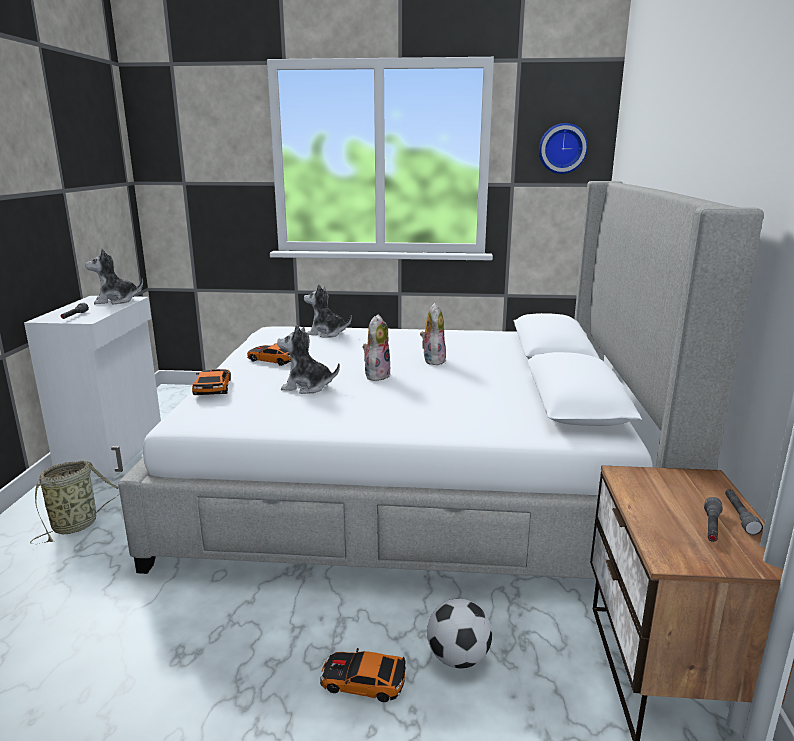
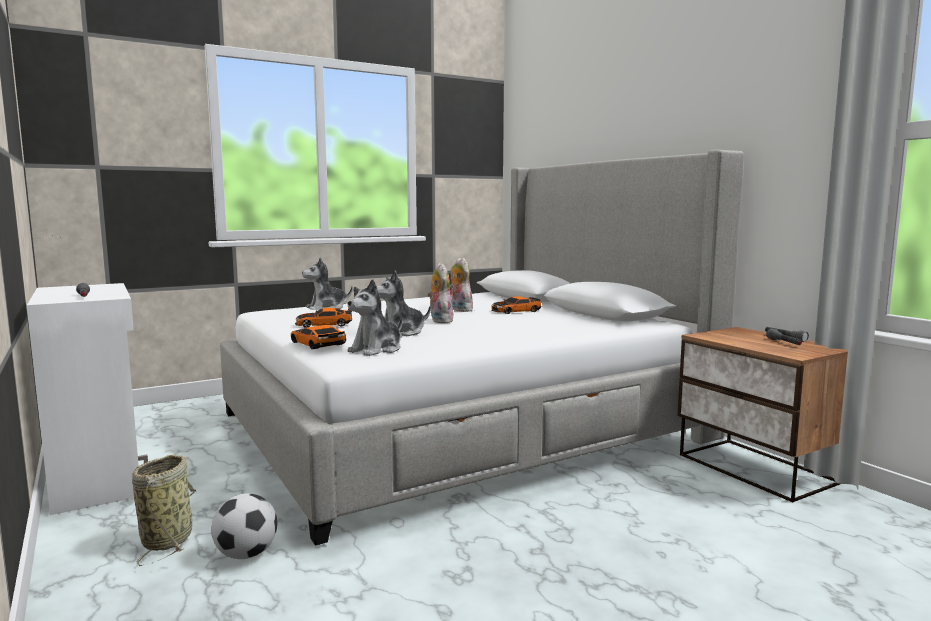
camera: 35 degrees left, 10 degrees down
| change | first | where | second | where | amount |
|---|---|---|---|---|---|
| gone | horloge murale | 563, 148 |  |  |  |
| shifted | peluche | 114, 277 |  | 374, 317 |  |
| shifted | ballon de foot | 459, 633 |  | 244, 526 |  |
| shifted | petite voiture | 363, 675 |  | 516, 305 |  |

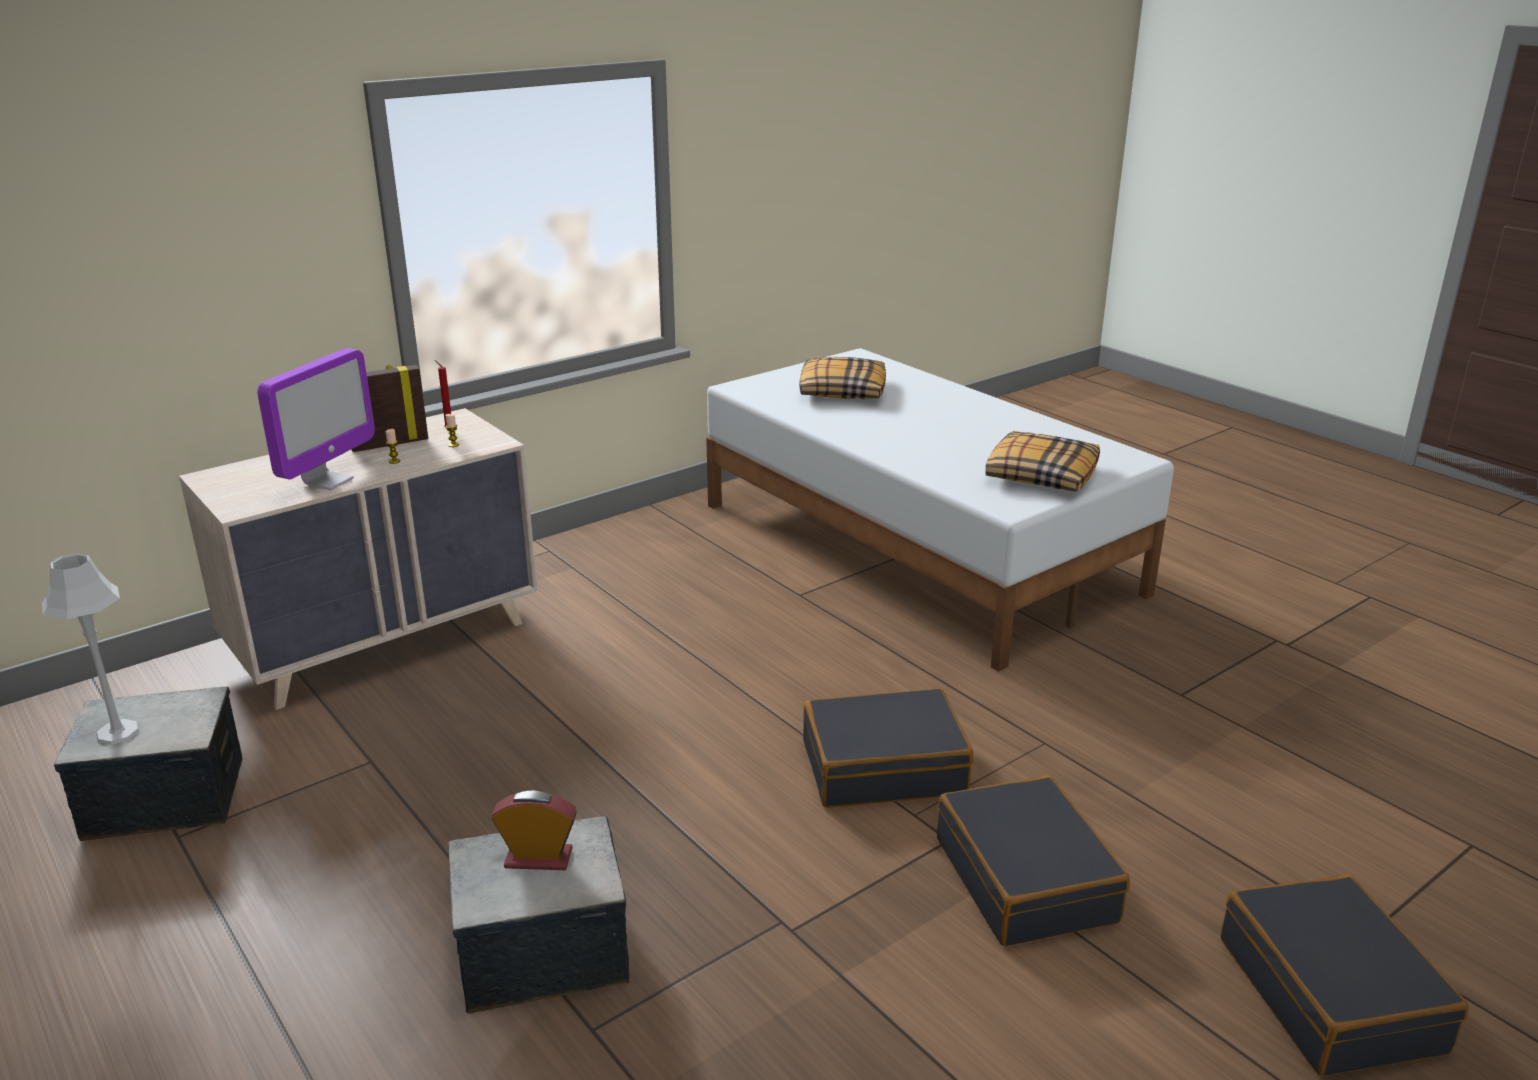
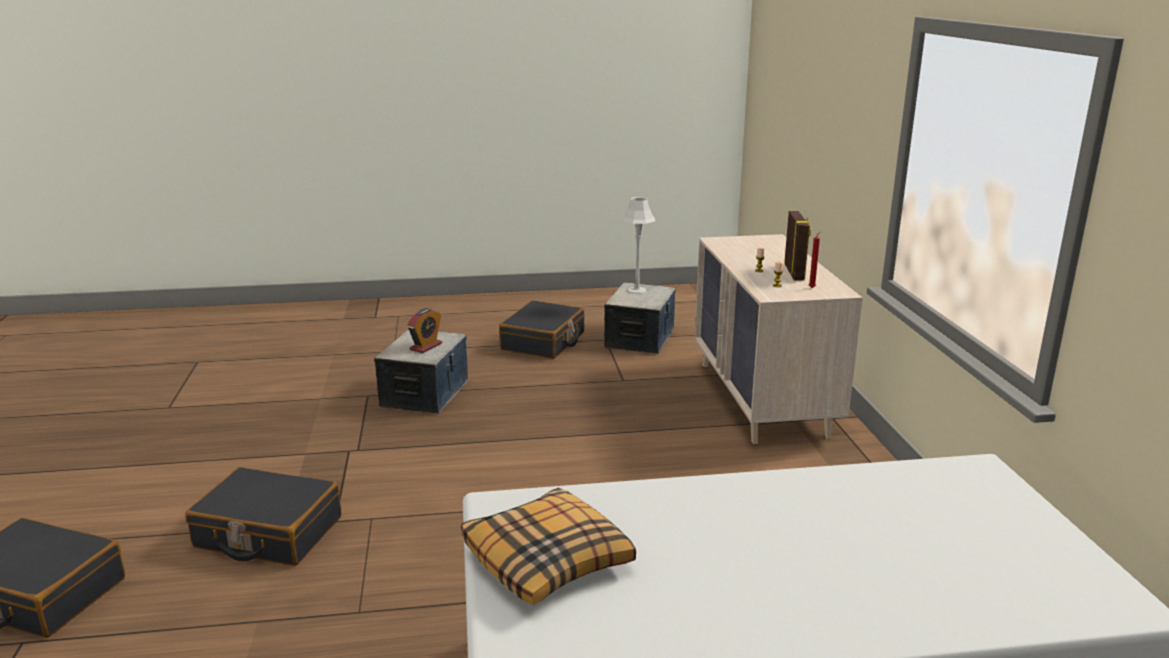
camera: 120 degrees right, 5 degrees down
| change | first | where | second | where | amount |
|---|---|---|---|---|---|
| gone | écran d'ordinateur | 316, 419 |  |  |  |
| gone | coussin | 842, 378 |  |  |  |
| shifted | valise/noir | 888, 748 |  | 541, 329 |  |

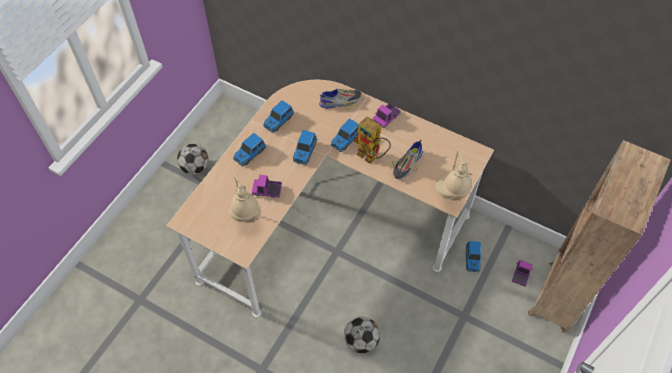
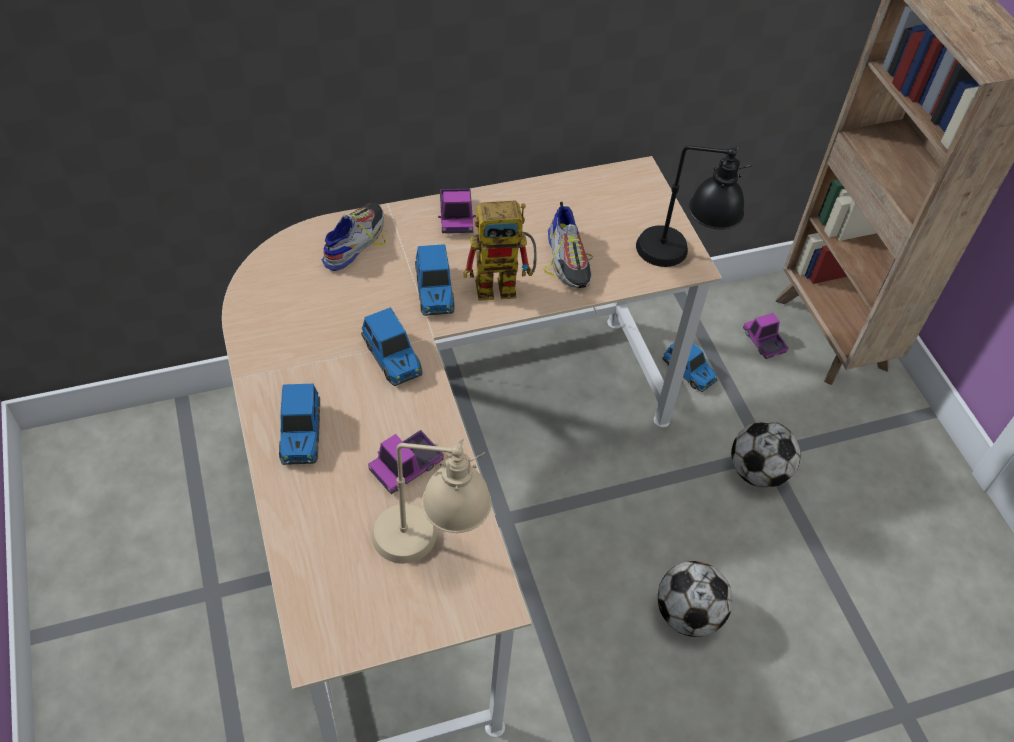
camera: 50 degrees left, 5 degrees down
| change | first | where | second | where | amount |
|---|---|---|---|---|---|
| gone | petite voiture | 278, 116 |  |  |  |
| shifted | ballon de foot | 193, 159 |  | 766, 454 |  |
| repainted | lampe de table/beige | 454, 174 | lampe de table/noir | 693, 206 |  |

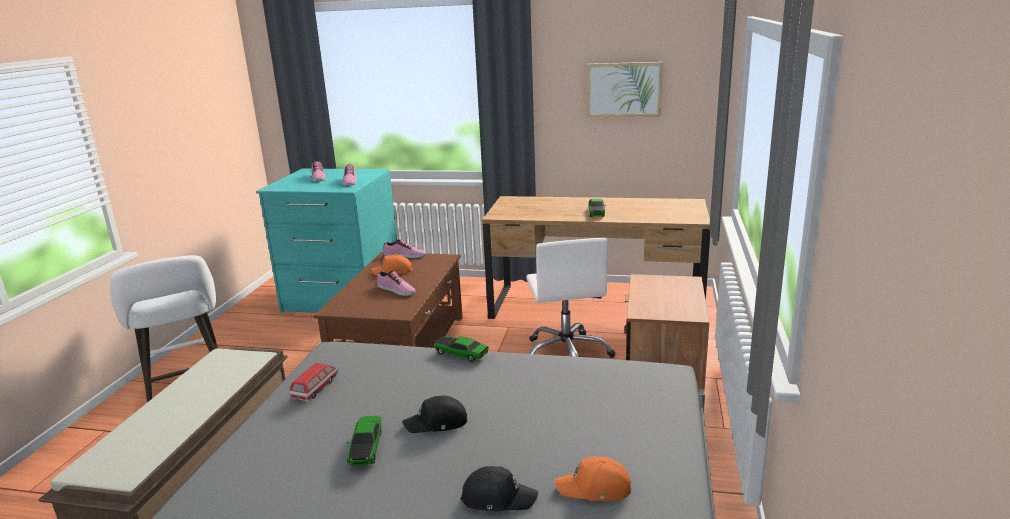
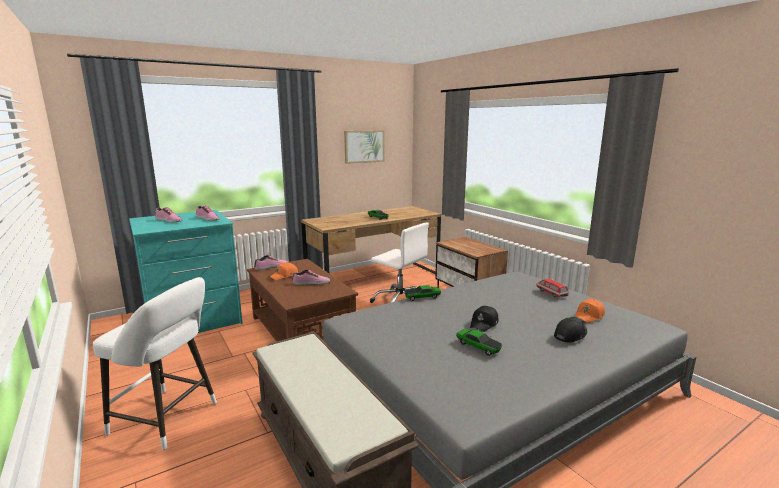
camera: 45 degrees left, 5 degrees down
| change | first | where | second | where | amount |
|---|---|---|---|---|---|
| shifted | petite voiture | 313, 382 |  | 552, 288 |  |

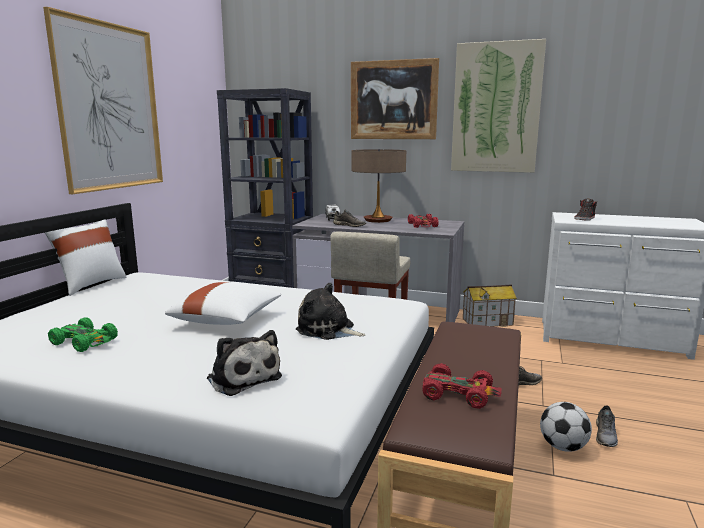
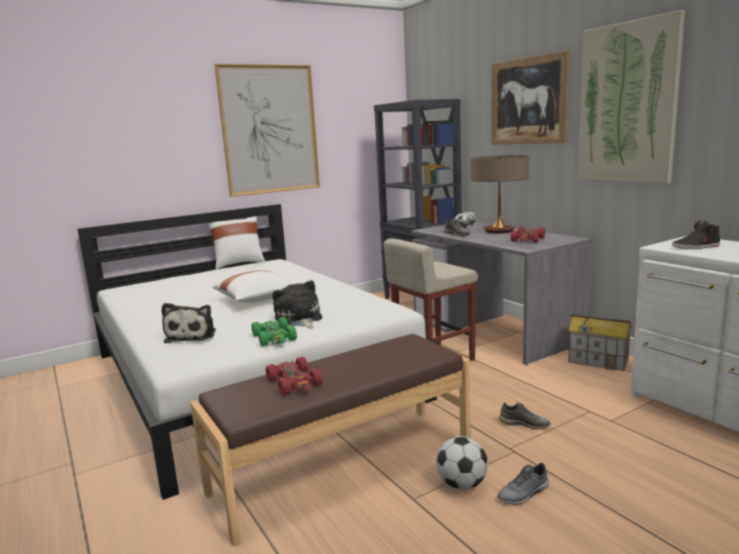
camera: 40 degrees right, 0 degrees up
| change | first | where | second | where | amount |
|---|---|---|---|---|---|
| shifted | petite voiture/vert | 83, 334 |  | 274, 332 |  |

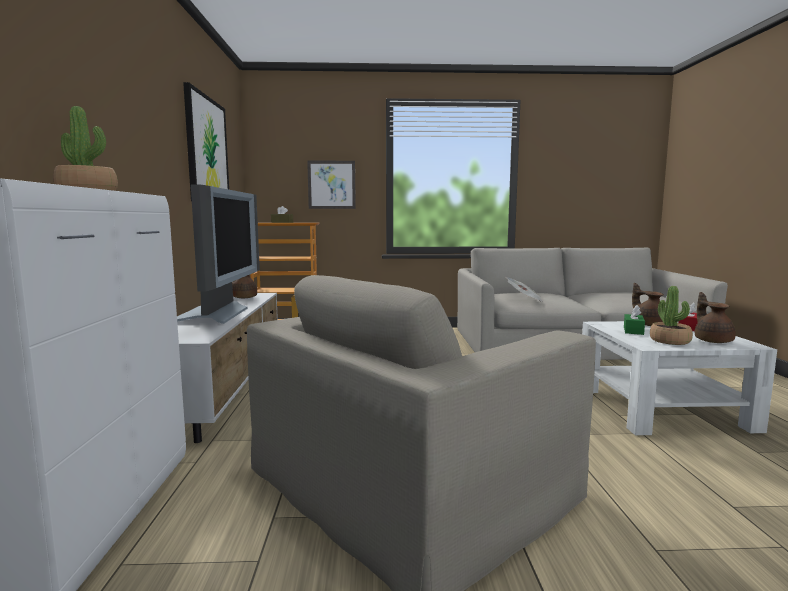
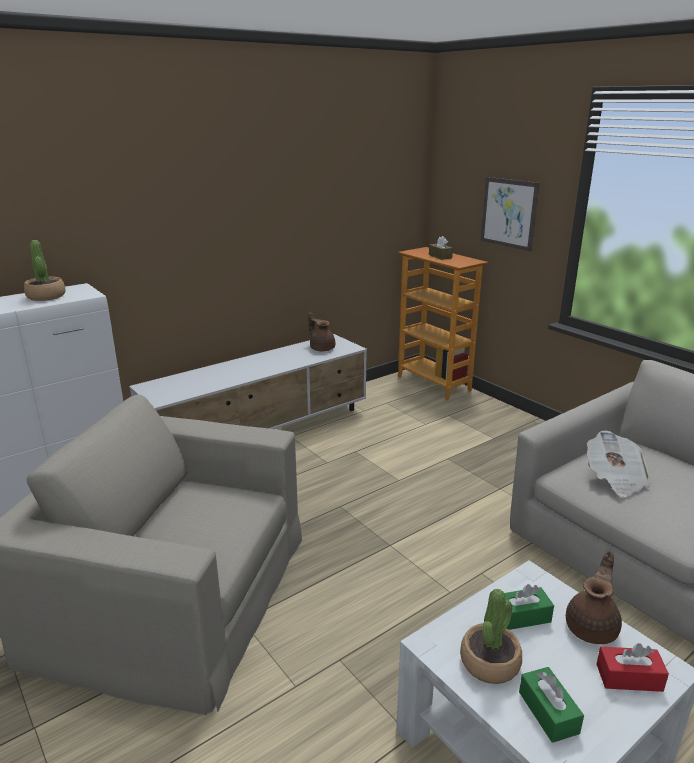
camera: 55 degrees right, 15 degrees up
| change | first | where | second | where | amount |
|---|---|---|---|---|---|
| gone | tableau | 206, 142 |  |  |  |
| gone | téléviseur | 218, 254 |  |  |  |
| swapped | théière/marron | 715, 317 | boîte à mouchoirs/vert | 551, 705 |  |

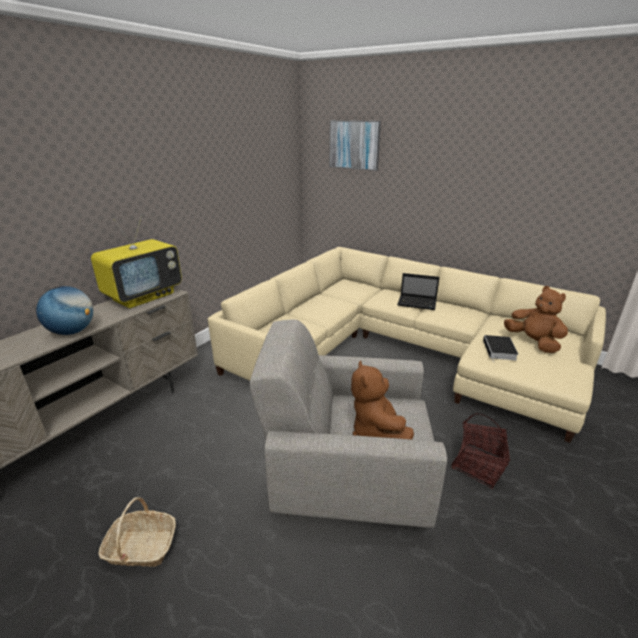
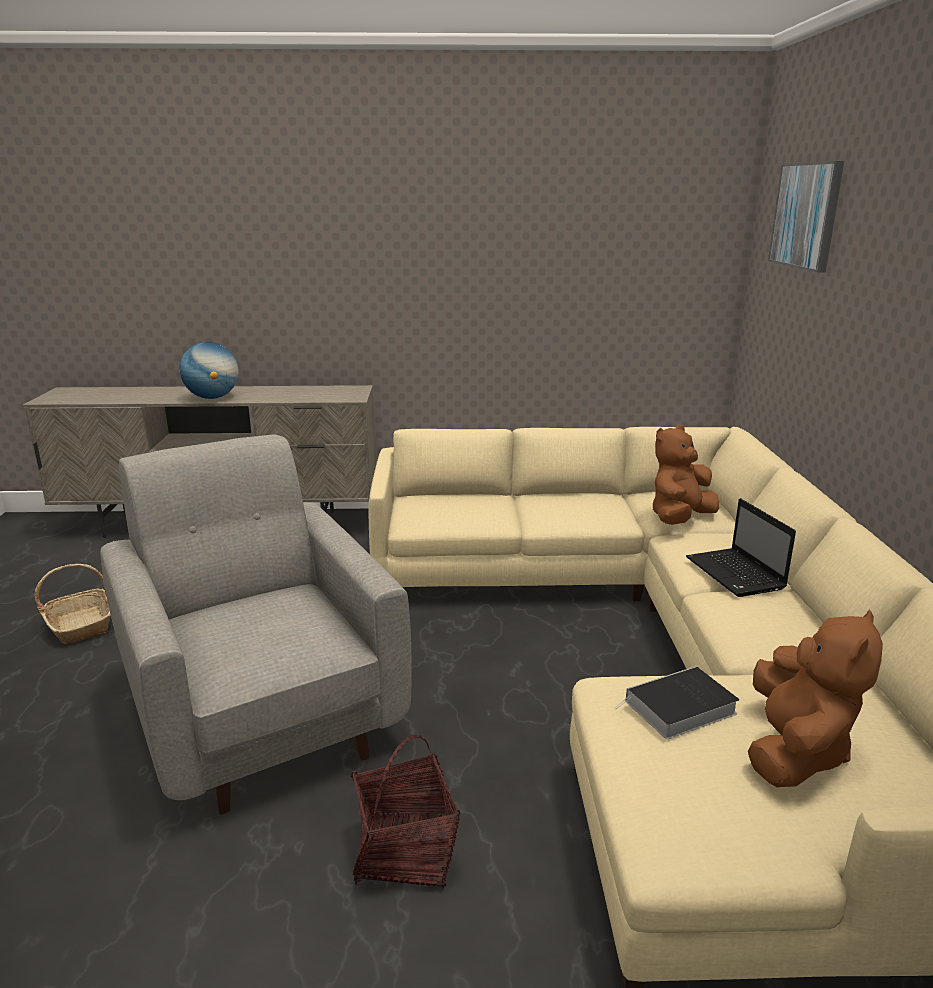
camera: 55 degrees right, 5 degrees down
| change | first | where | second | where | amount |
|---|---|---|---|---|---|
| gone | téléviseur | 136, 261 |  |  |  |
| shifted | peluche/marron | 382, 399 |  | 686, 474 |  |

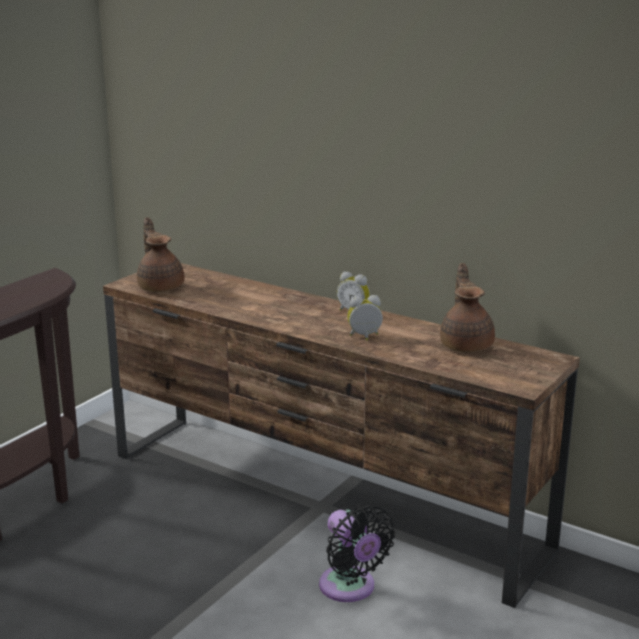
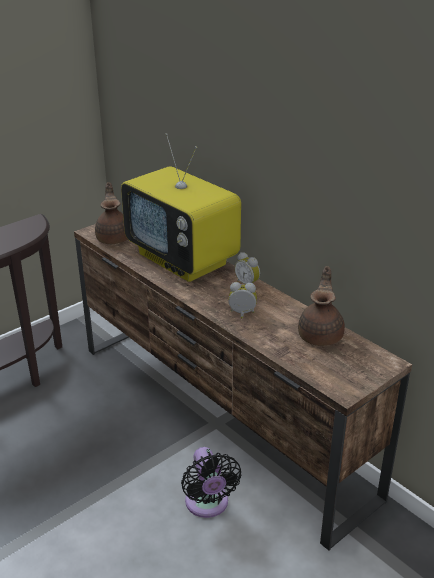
camera: 15 degrees right, 10 degrees up
| change | first | where | second | where | amount |
|---|---|---|---|---|---|
| new |  |  | téléviseur | 181, 207 |  |

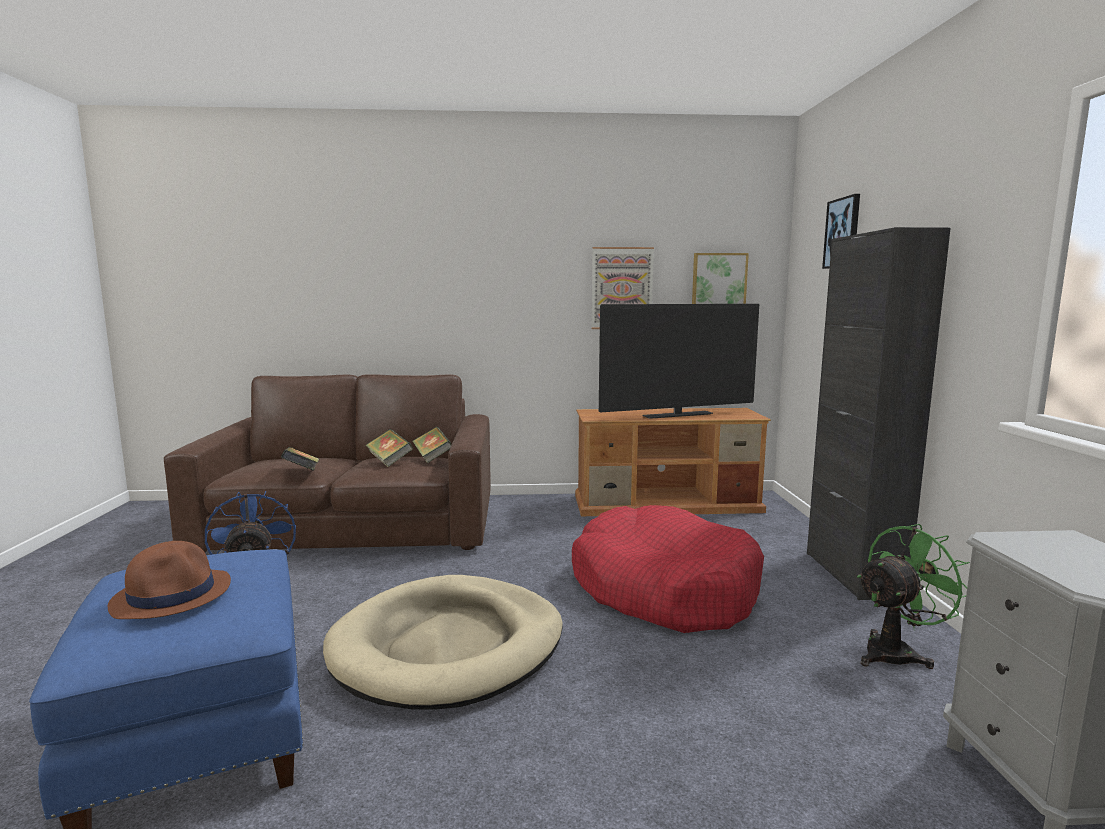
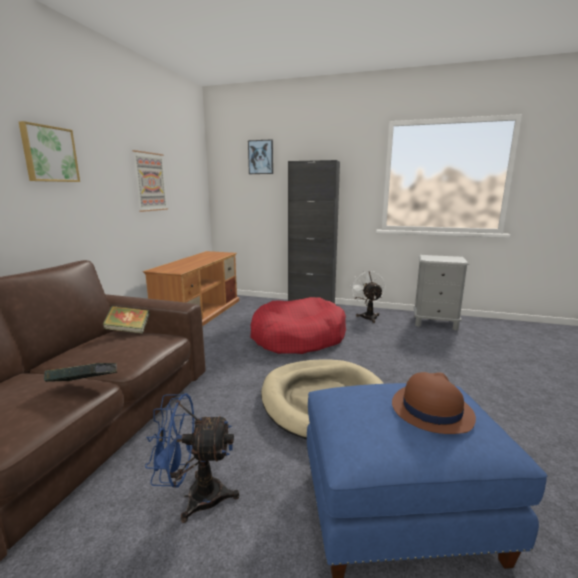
camera: 70 degrees left, 5 degrees up
| change | first | where | second | where | amount |
|---|---|---|---|---|---|
| shifted | tableau | 720, 278 |  | 49, 151 |  |
| gone | téléviseur | 679, 361 |  |  |  |
| gone | livre | 389, 448 |  |  |  |
| repainted | ventilateur/vert | 913, 596 | ventilateur/blanc | 368, 297 |  |

